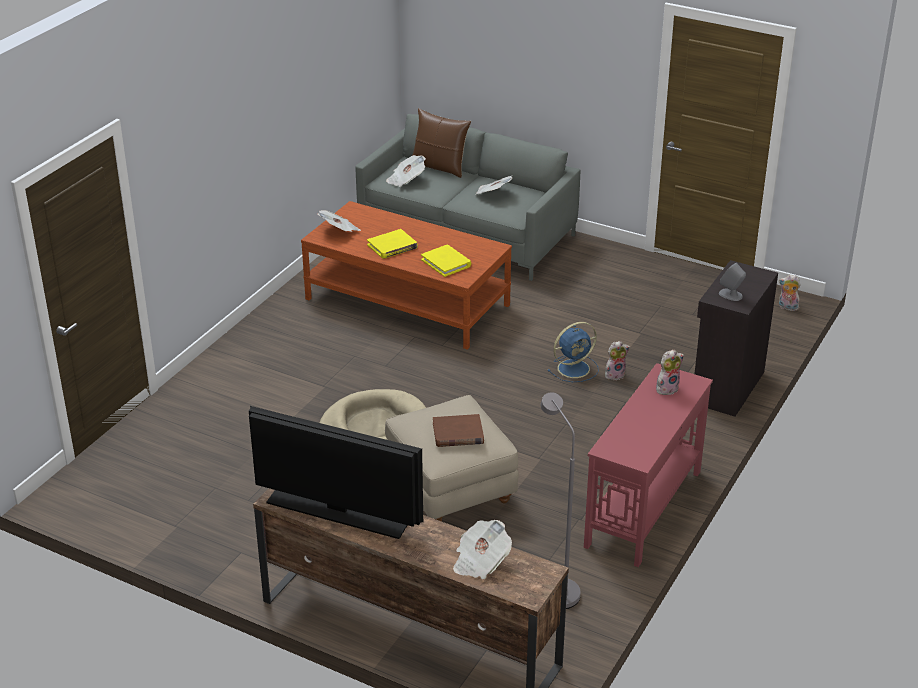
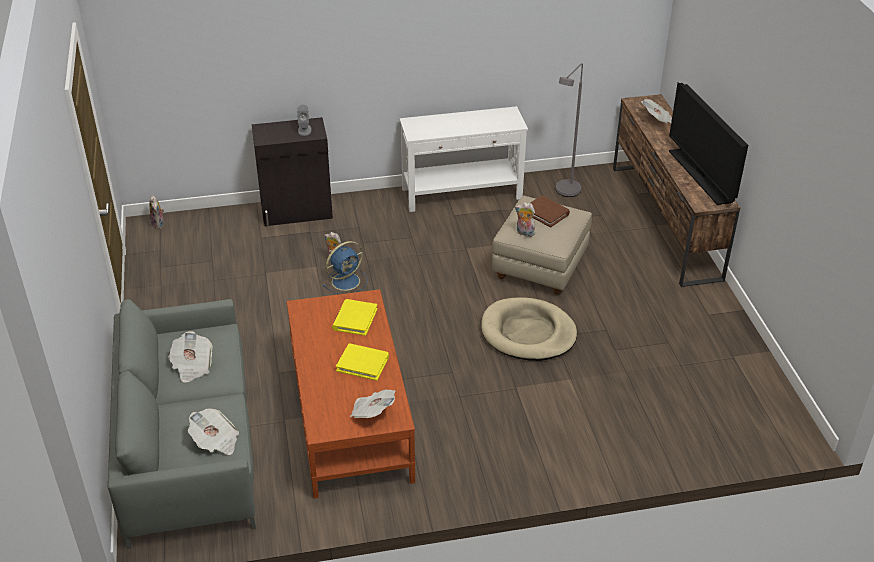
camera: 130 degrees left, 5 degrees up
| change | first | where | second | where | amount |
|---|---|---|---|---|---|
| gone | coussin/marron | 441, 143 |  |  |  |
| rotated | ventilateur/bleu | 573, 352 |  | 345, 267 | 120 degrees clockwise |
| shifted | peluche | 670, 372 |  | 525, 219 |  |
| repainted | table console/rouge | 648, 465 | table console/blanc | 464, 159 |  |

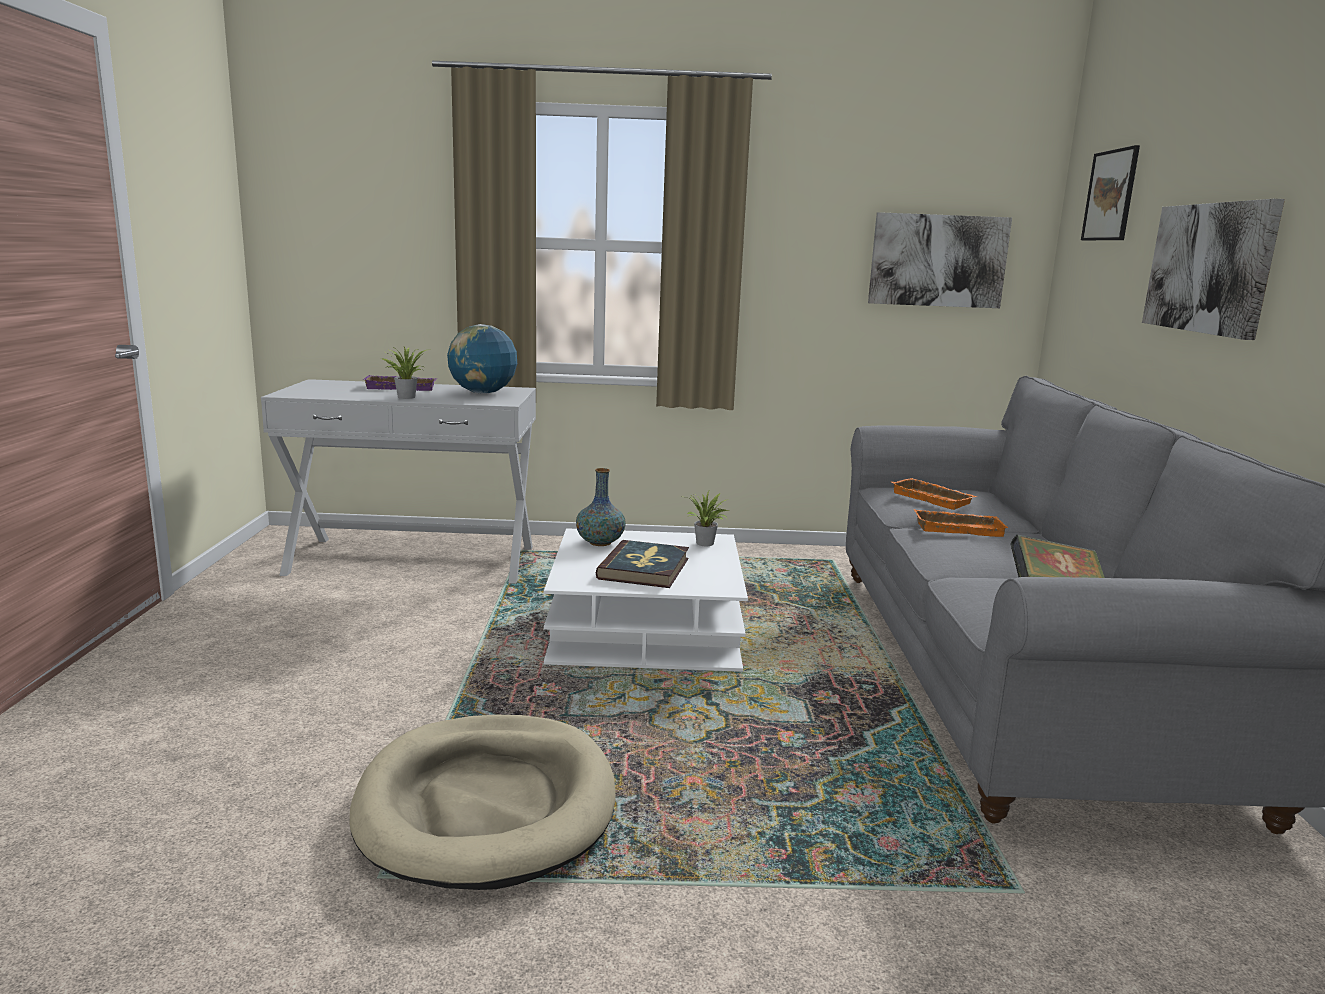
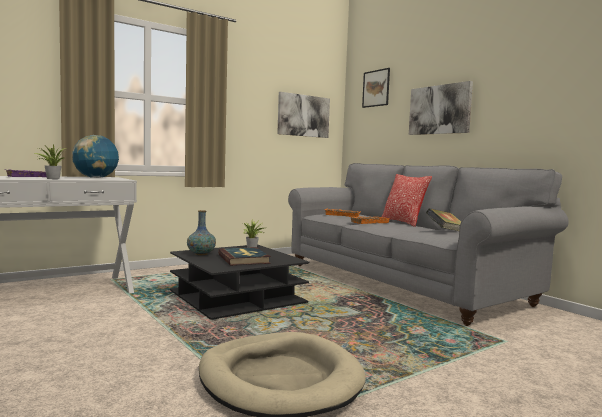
camera: 35 degrees left, 10 degrees down
| change | first | where | second | where | amount |
|---|---|---|---|---|---|
| repainted | table basse/blanc | 646, 600 | table basse/noir | 240, 282 |  |
| new |  |  | coussin | 406, 200 |  |

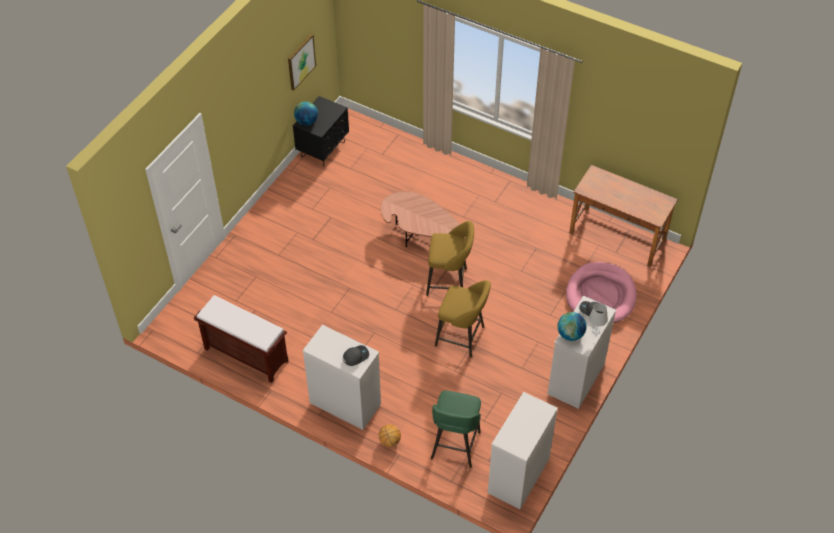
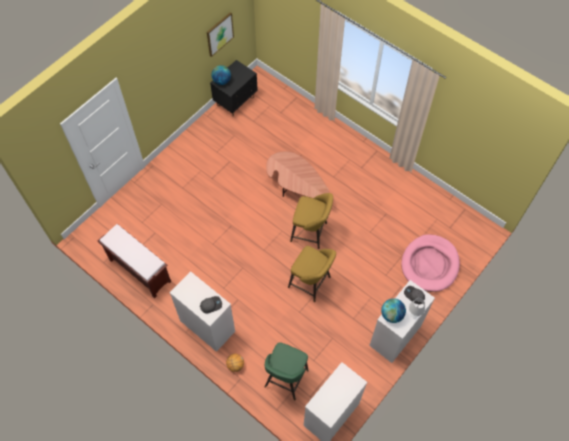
camera: 10 degrees right, 10 degrees up
| change | first | where | second | where | amount |
|---|---|---|---|---|---|
| gone | bureau/marron | 623, 216 |  |  |  |

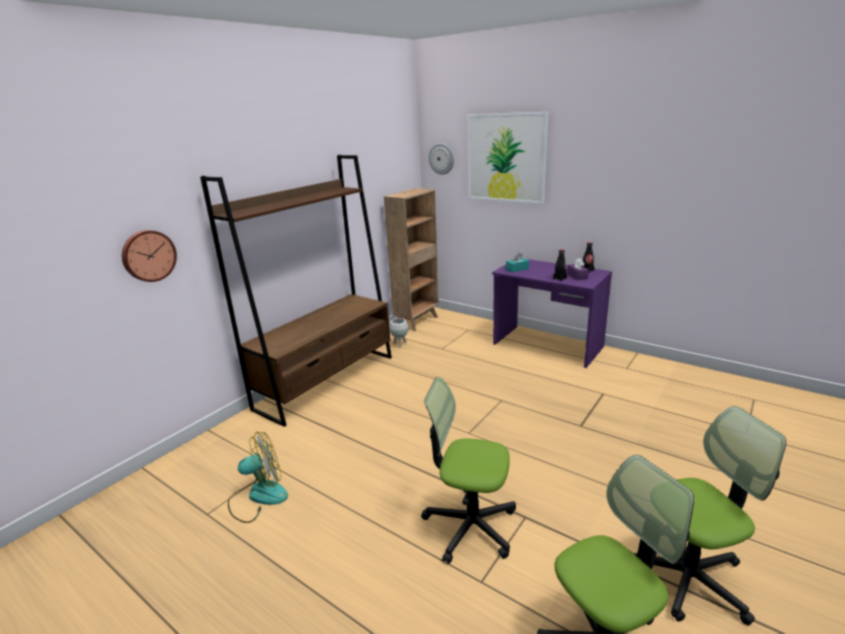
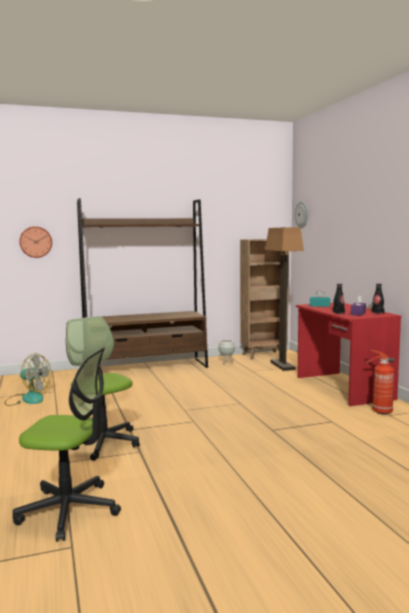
camera: 35 degrees right, 15 degrees down
| change | first | where | second | where | amount |
|---|---|---|---|---|---|
| gone | tableau | 507, 158 |  |  |  |
| repainted | bureau/violet | 552, 313 | bureau/rouge | 348, 354 |  |
| gone | chaise de bureau | 710, 516 |  |  |  |
| new |  |  | lampadaire | 284, 299 |  |
| new |  |  | extincteur | 380, 381 |  |

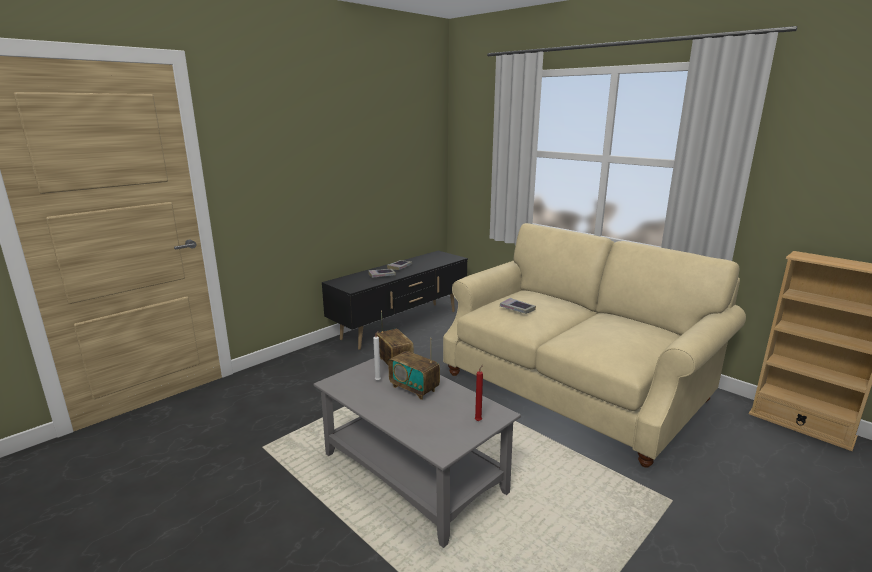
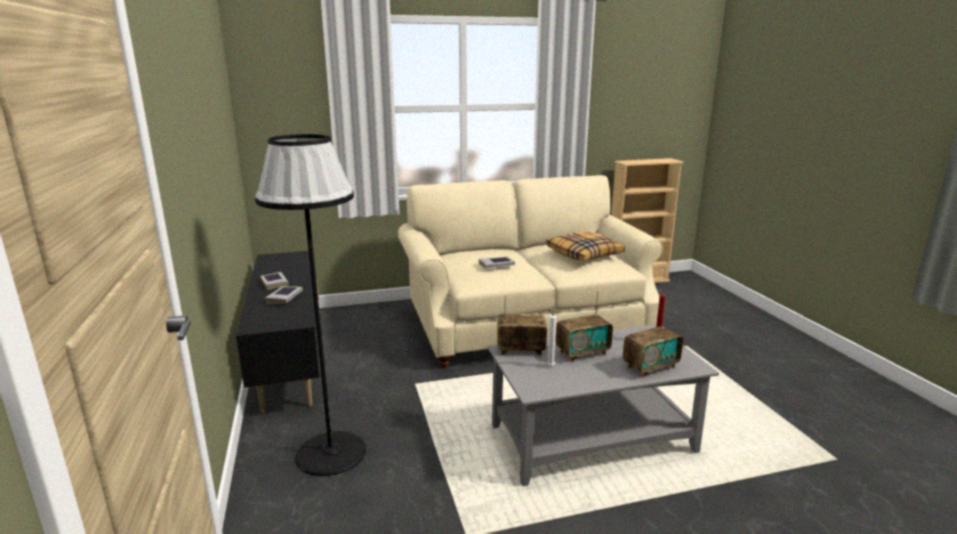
camera: 60 degrees left, 0 degrees up
| change | first | where | second | where | amount |
|---|---|---|---|---|---|
| new |  |  | lampadaire/noir | 310, 305 |  |
| new |  |  | coussin | 585, 246 |  |
| new |  |  | radio | 653, 339 |  |

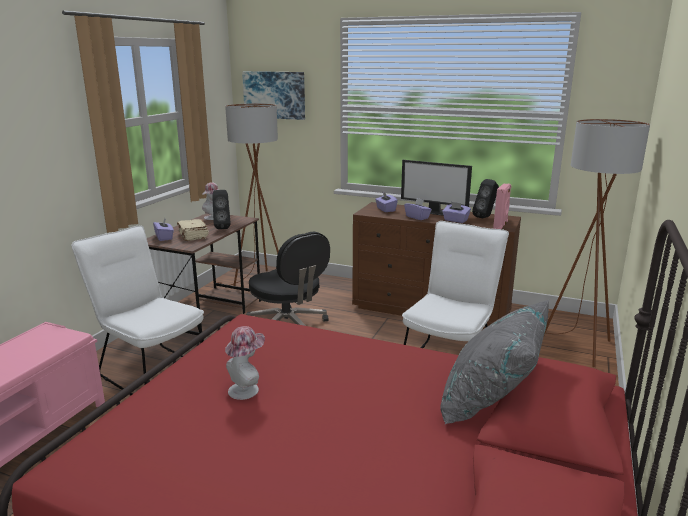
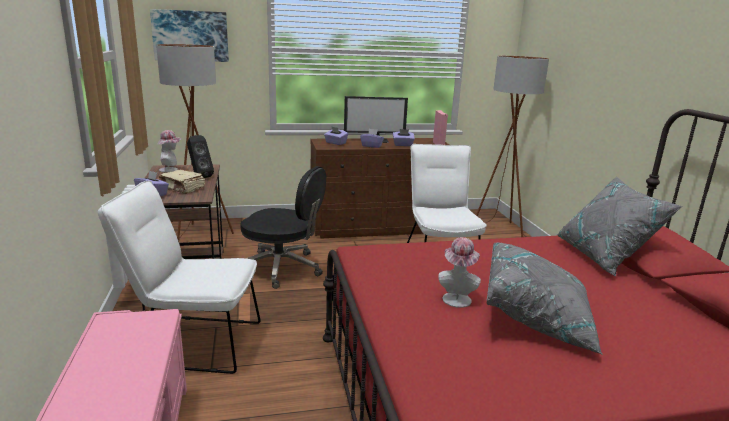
camera: 35 degrees left, 0 degrees up
| change | first | where | second | where | amount |
|---|---|---|---|---|---|
| gone | enceinte/noir | 485, 198 |  |  |  |
| new |  |  | coussin/gris | 544, 298 |  |

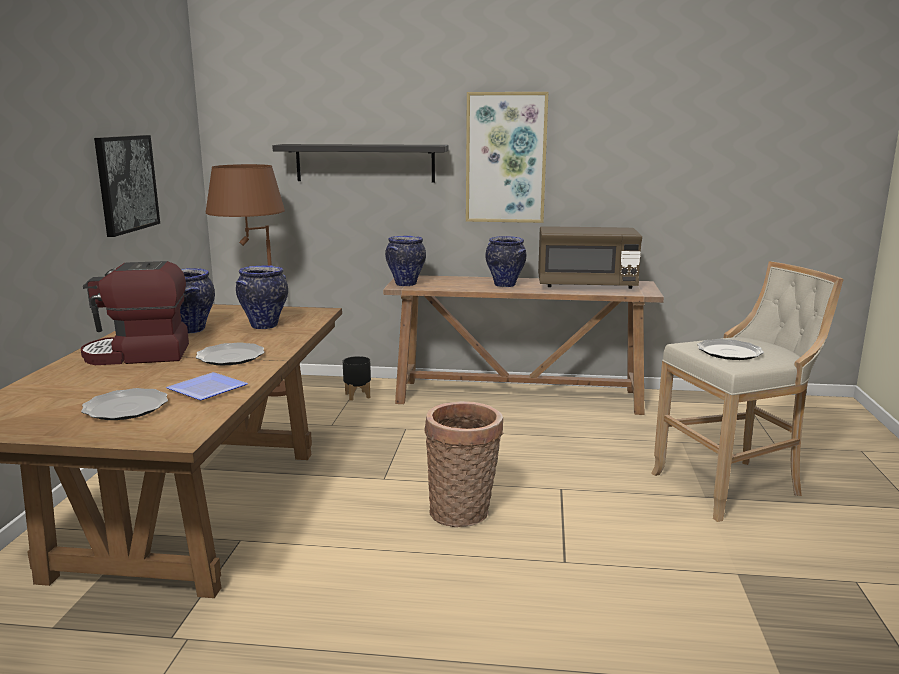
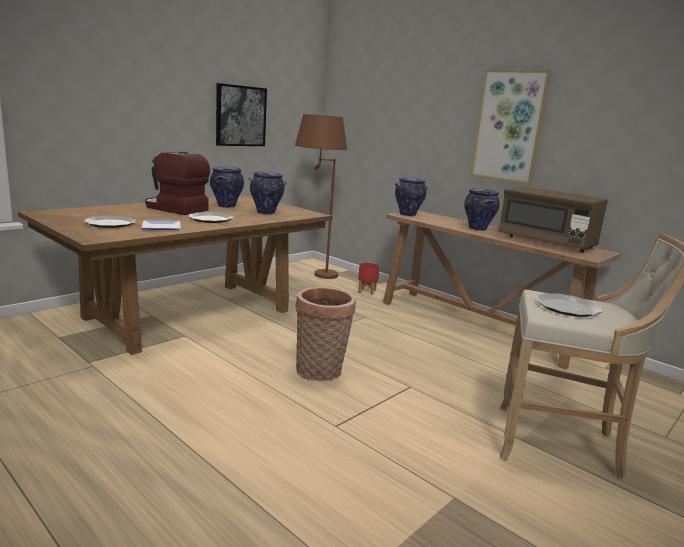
camera: 35 degrees right, 0 degrees up
| change | first | where | second | where | amount |
|---|---|---|---|---|---|
| gone | étagère/noir | 360, 163 |  |  |  |
| repainted | cache-pot/noir | 357, 378 | cache-pot/rouge | 369, 279 |  |

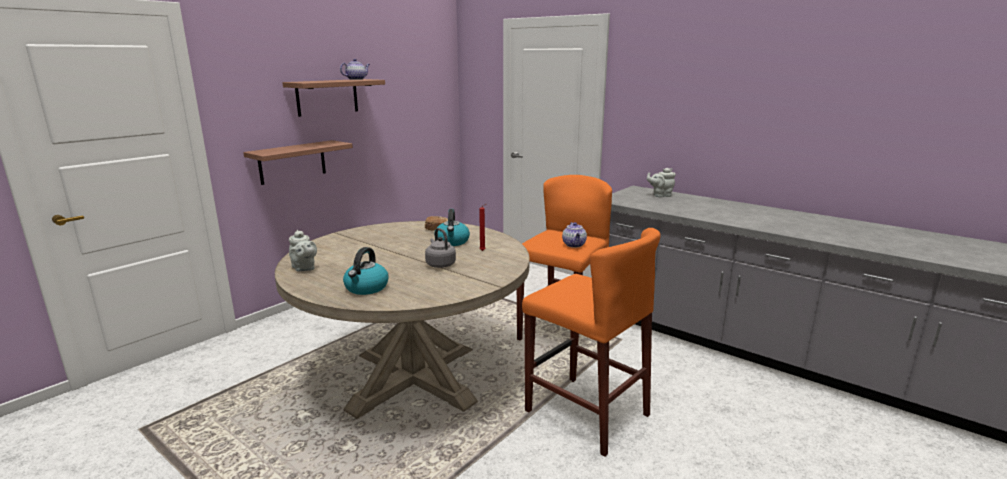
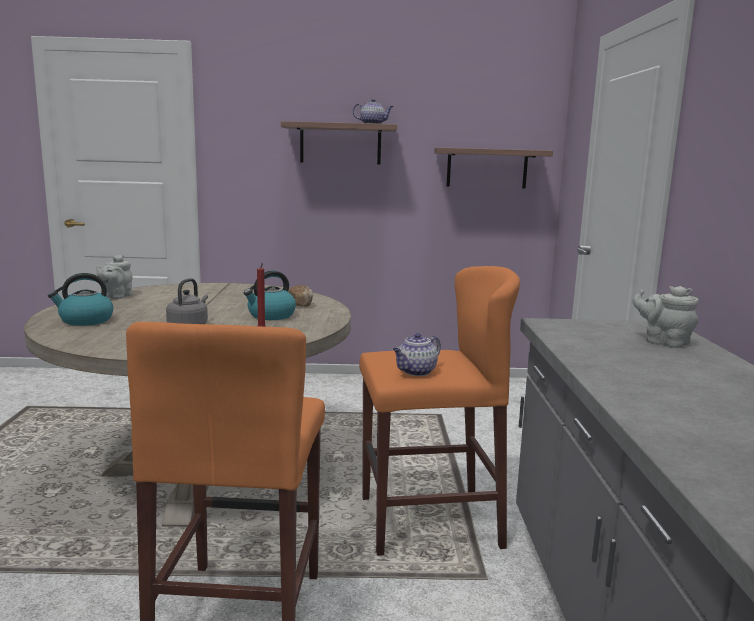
camera: 50 degrees right, 5 degrees down
| change | first | where | second | where | amount |
|---|---|---|---|---|---|
| shifted | étagère | 298, 162 |  | 493, 168 |  |

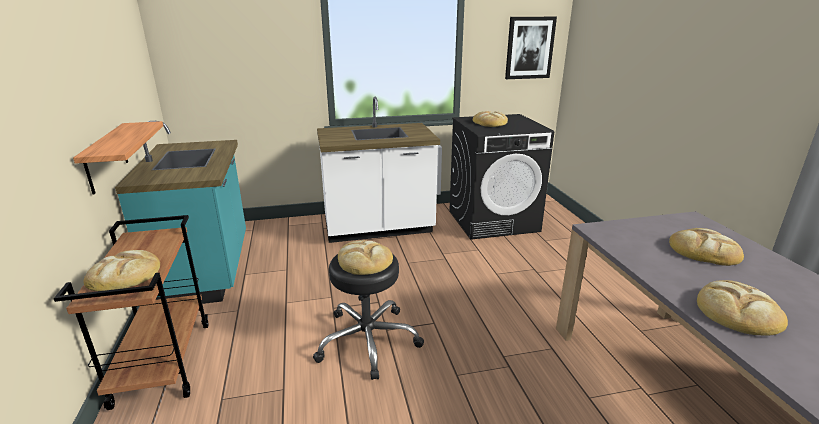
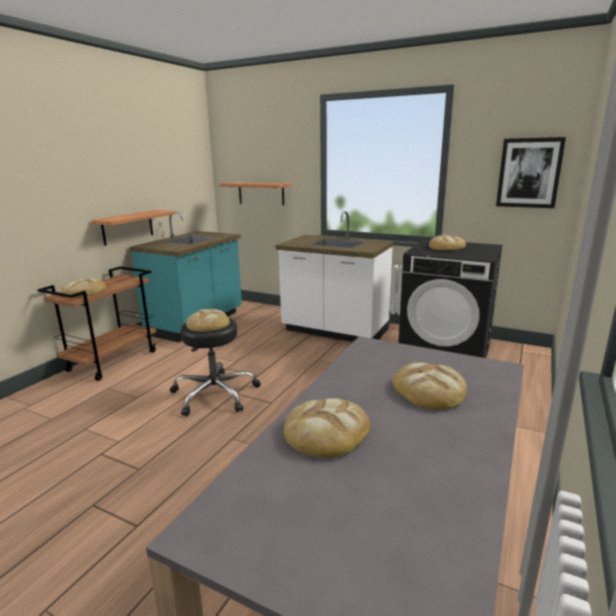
camera: 40 degrees right, 5 degrees down
| change | first | where | second | where | amount |
|---|---|---|---|---|---|
| new |  |  | étagère | 255, 194 |  |

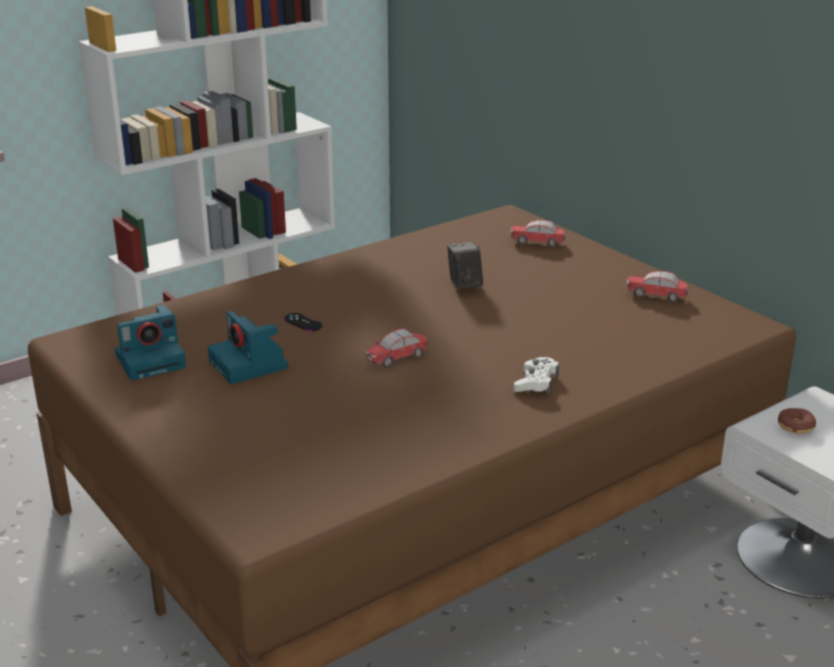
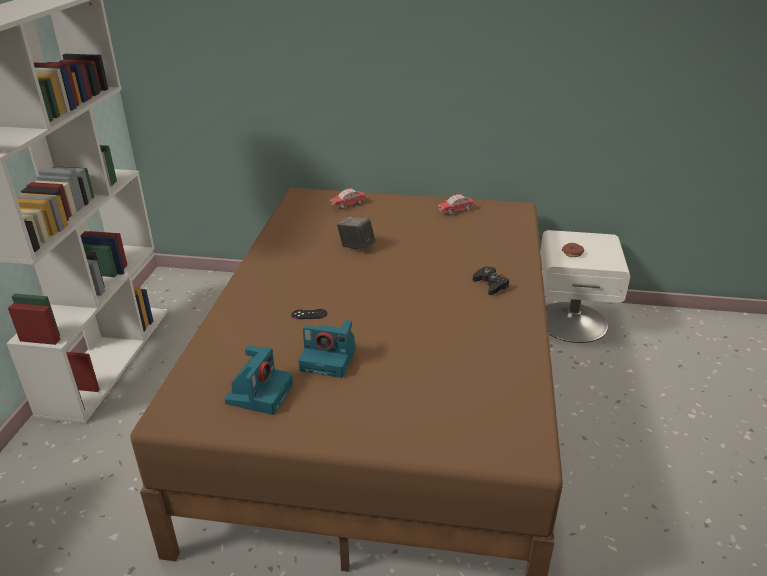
camera: 45 degrees left, 5 degrees up
| change | first | where | second | where | amount |
|---|---|---|---|---|---|
| gone | petite voiture | 397, 348 |  |  |  |
| repainted | manette/blanc | 536, 376 | manette/noir | 491, 281 |  |

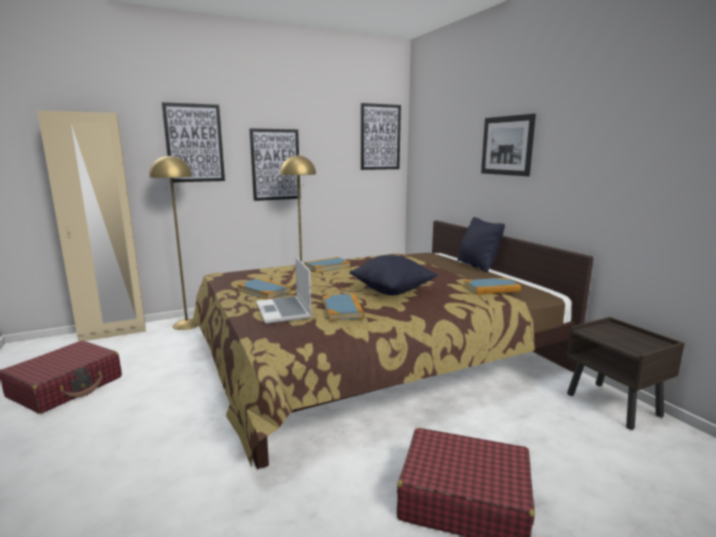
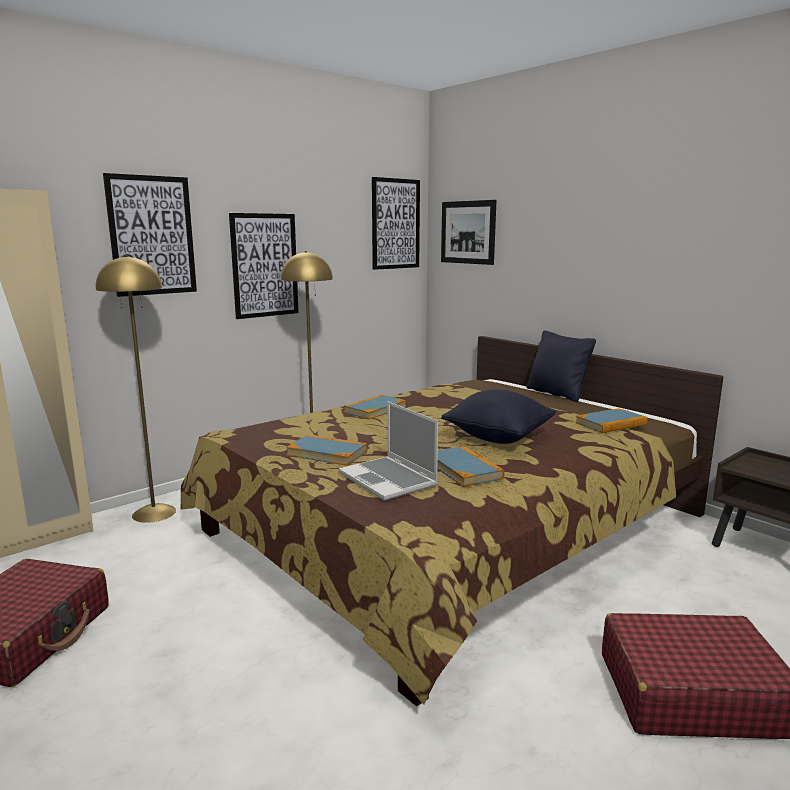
camera: 15 degrees left, 0 degrees up
| change | first | where | second | where | amount |
|---|---|---|---|---|---|
| shifted | tableau | 508, 145 |  | 469, 232 |  |

